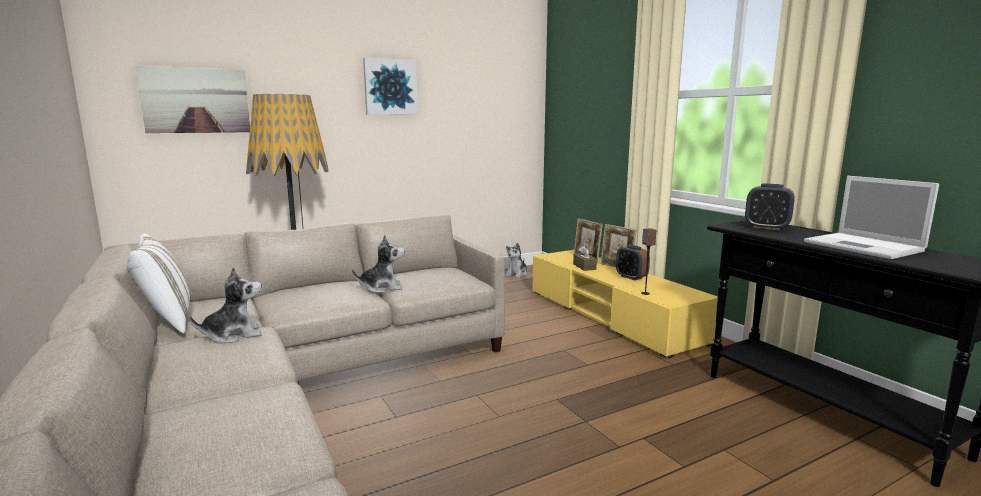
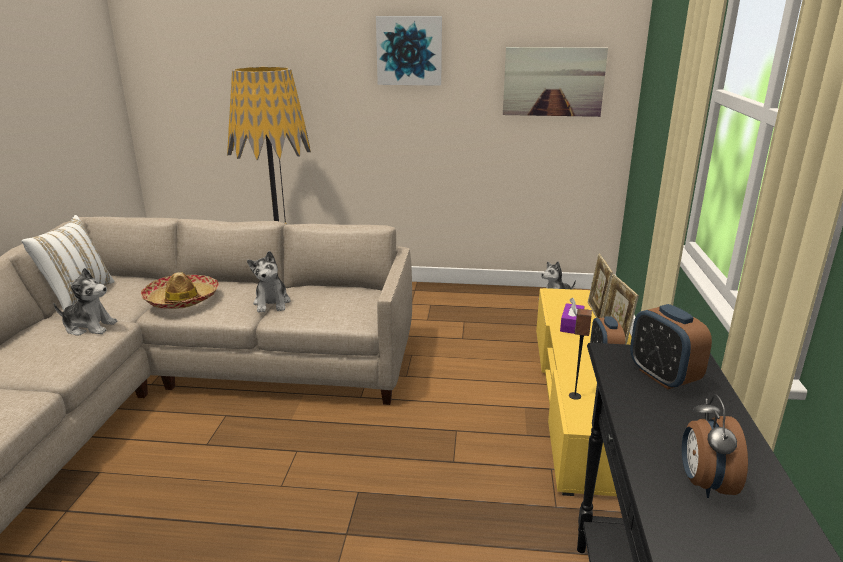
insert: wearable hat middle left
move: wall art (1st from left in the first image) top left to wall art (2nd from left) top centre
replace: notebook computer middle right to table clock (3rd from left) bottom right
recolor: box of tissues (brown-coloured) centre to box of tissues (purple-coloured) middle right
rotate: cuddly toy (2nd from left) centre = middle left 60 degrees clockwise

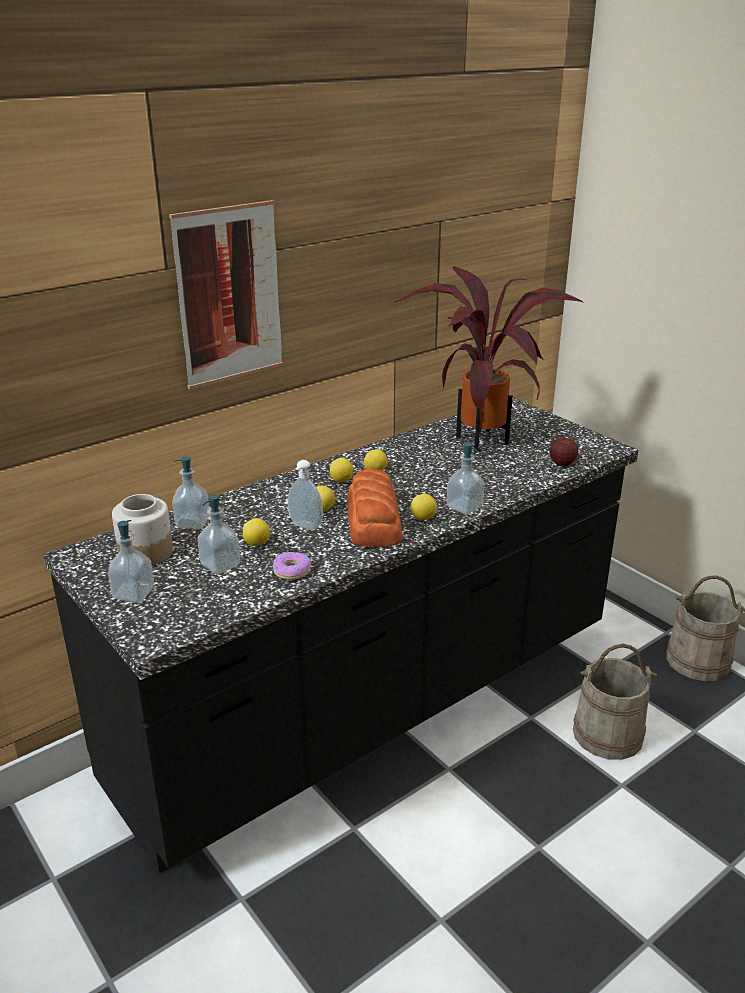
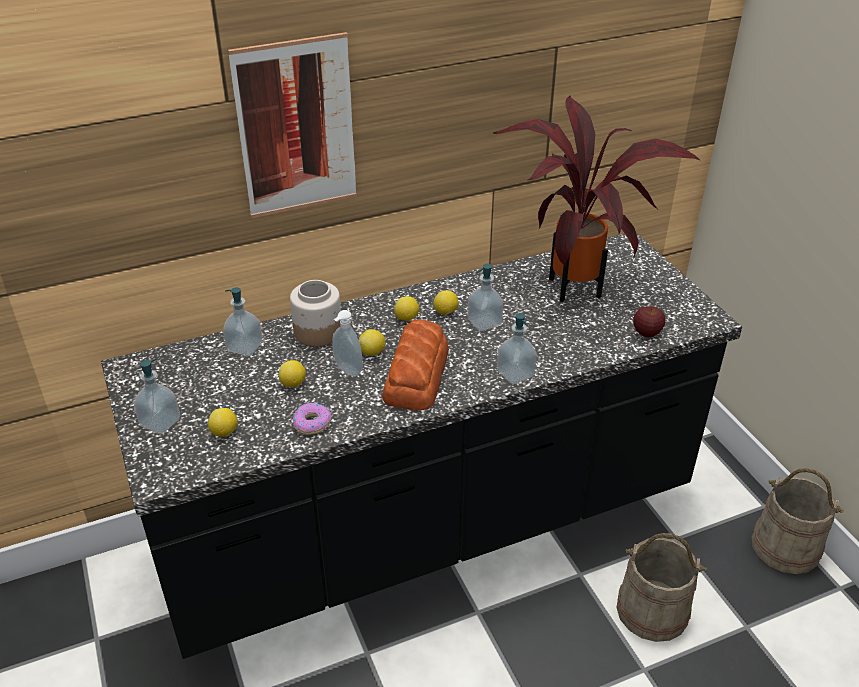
move: citrus fruit (5th from left in the first image) centre to citrus fruit (1st from left) middle left; jar middle left to centre; soap dispenser (3rd from left in the first image) middle left to soap dispenser (4th from left) centre

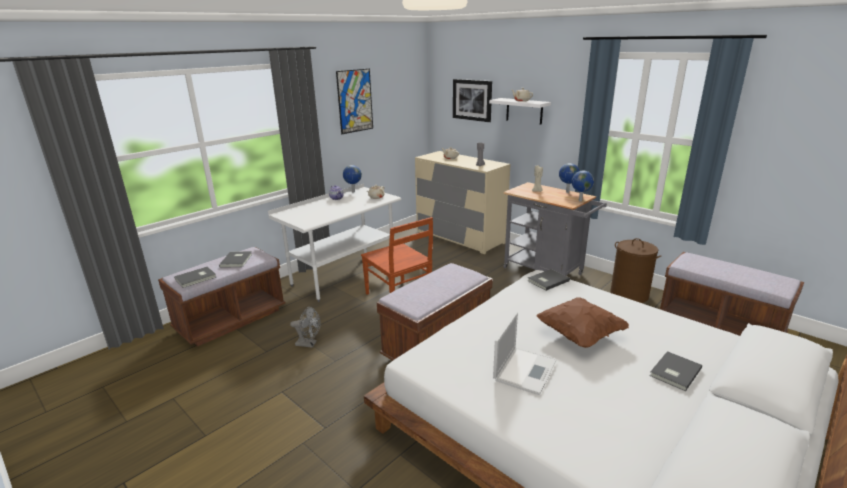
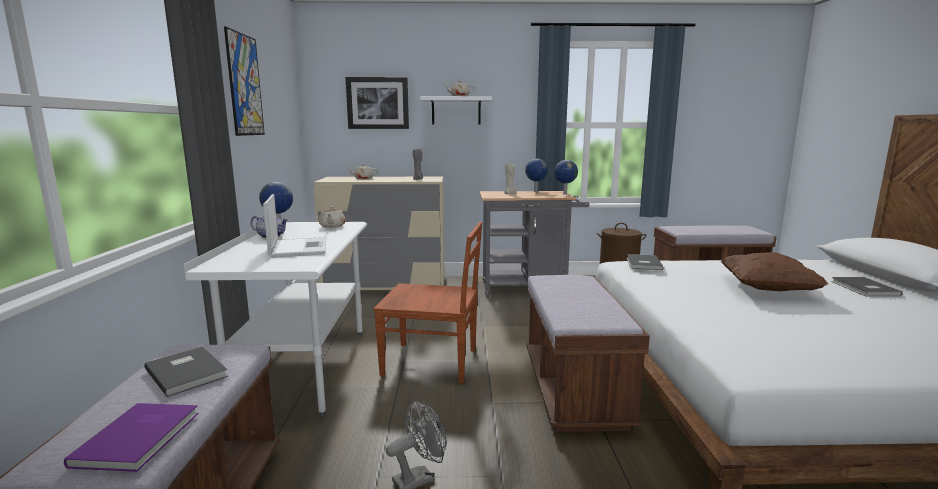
move: notebook computer bottom centre to middle left
recolor: book (gray) (1st from left) middle left to book (purple-coloured) bottom left

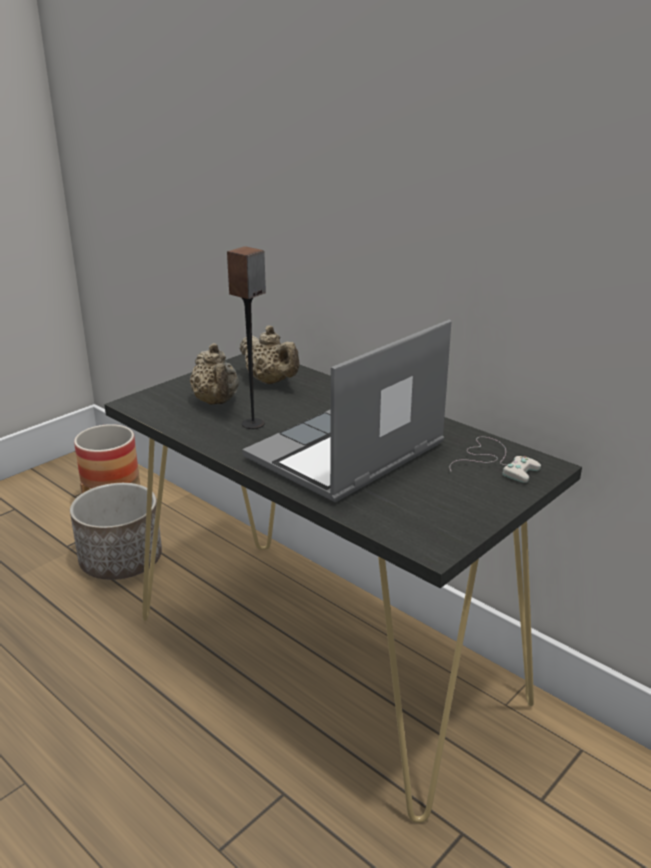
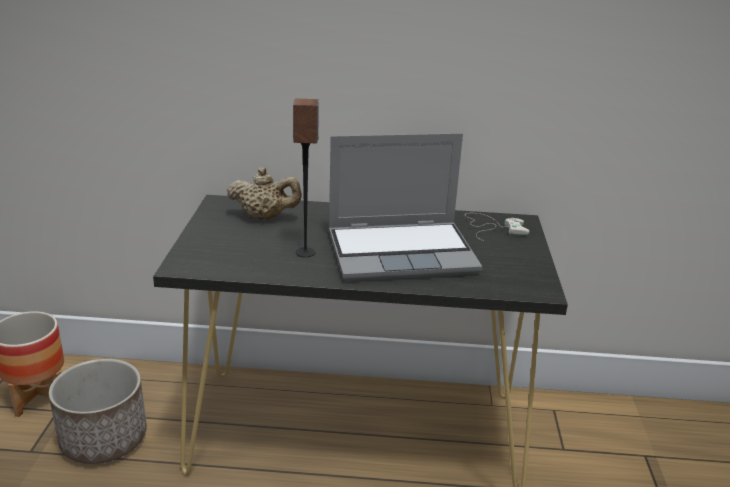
delete: tea pot (beige) (1st from left) middle left
rotate: notebook computer centre = centre 105 degrees counterclockwise

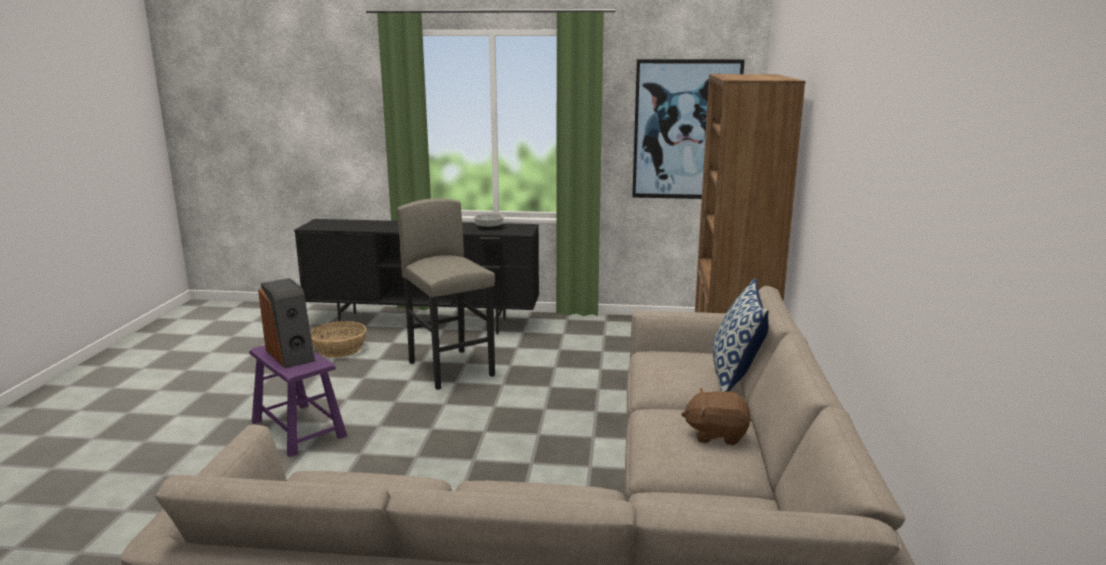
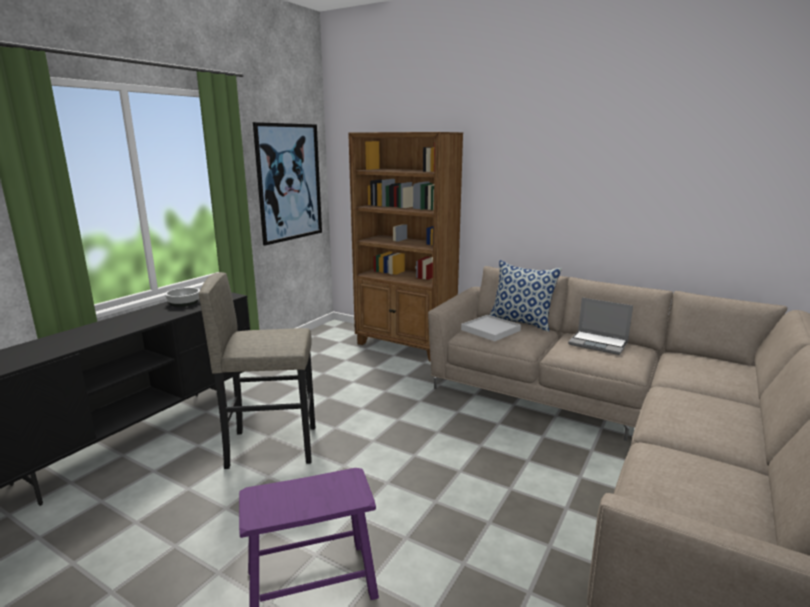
delete: loudspeaker middle left; basket middle left
insert: tray (white) centre
replace: cuddly toy (brown-coloured) bottom centre to notebook computer middle right

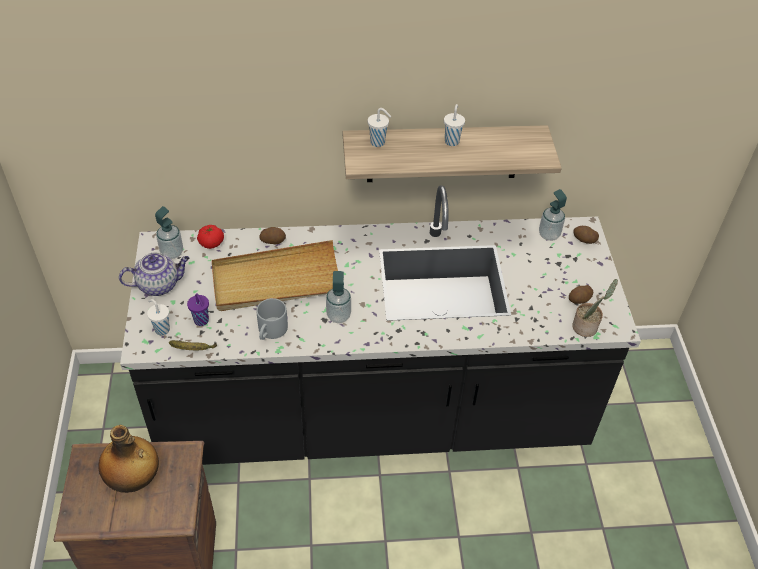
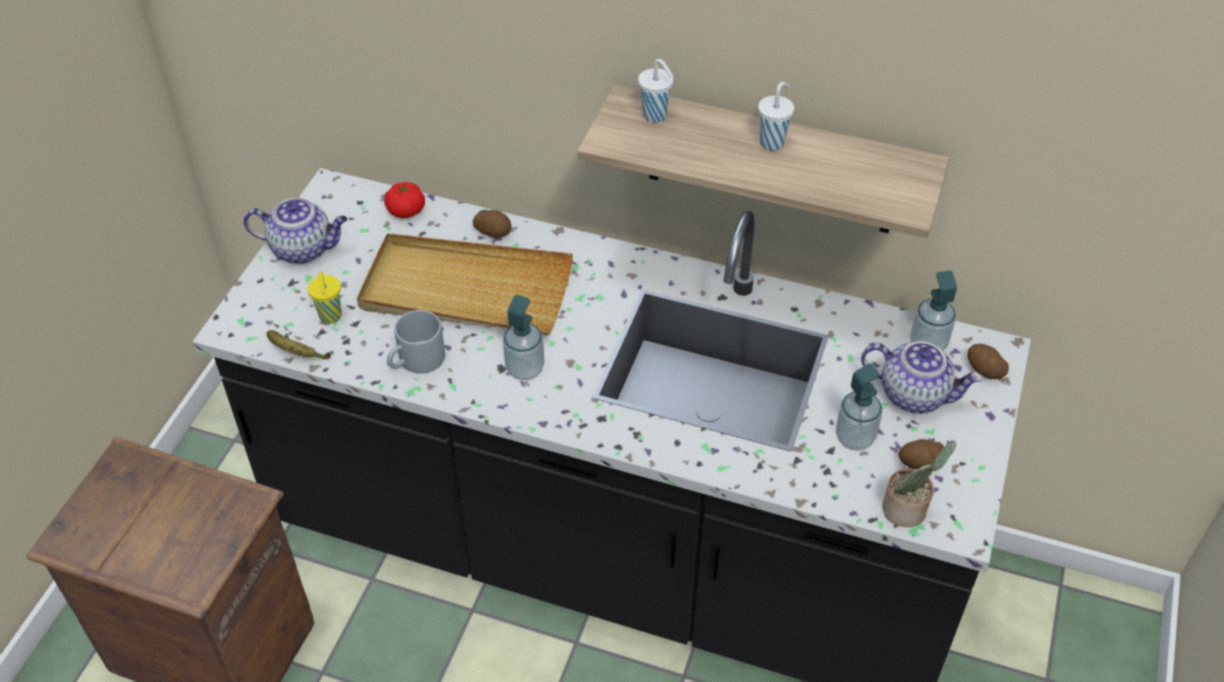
delete: drink bottle bottom left; drinking cup (white) (1st from left) middle left
insert: tea pot (2nd from left) middle right
move: soap dispenser (1st from left in the first image) middle left to soap dispenser (2nd from left) middle right
recolor: drinking cup (purple-coloured) middle left to drinking cup (yellow) middle left

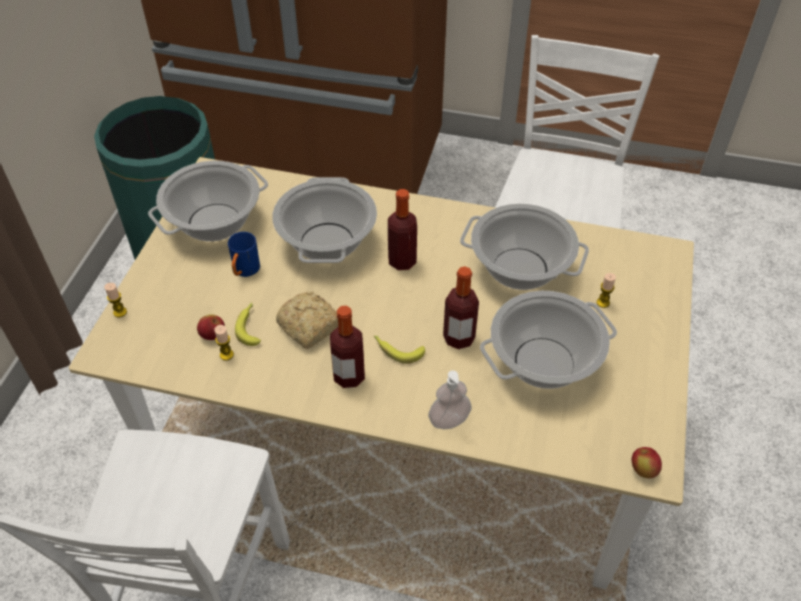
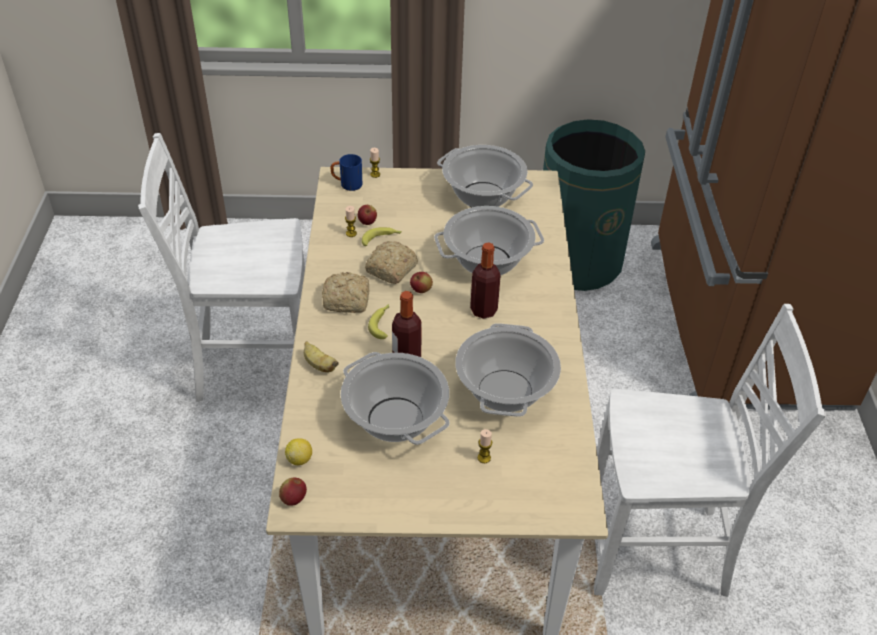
insert: citrus fruit bottom centre; apple (3rd from left) centre
move: mug (bluish) middle left to top centre
replace: soap dispenser centre to banana fruit (1st from left) centre; drink bottle (1st from left) centre to bakery bread (1st from left) centre

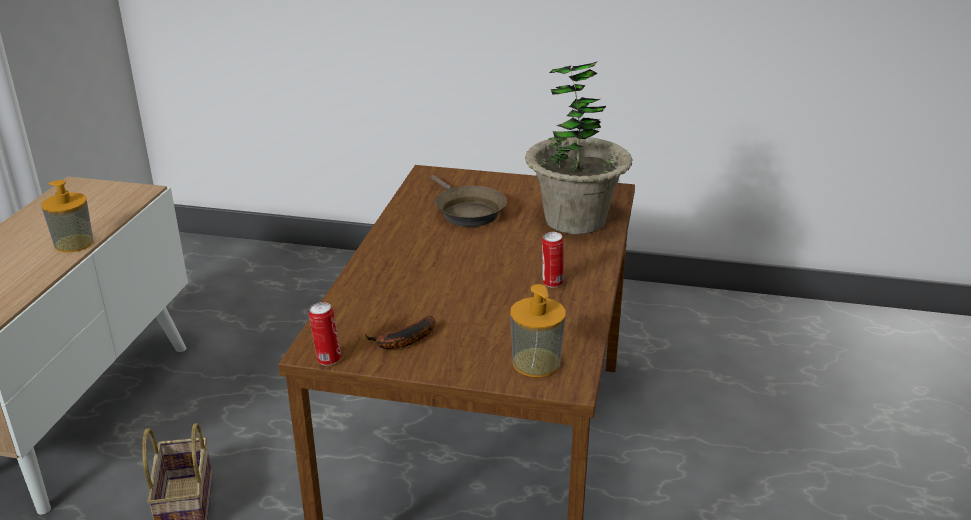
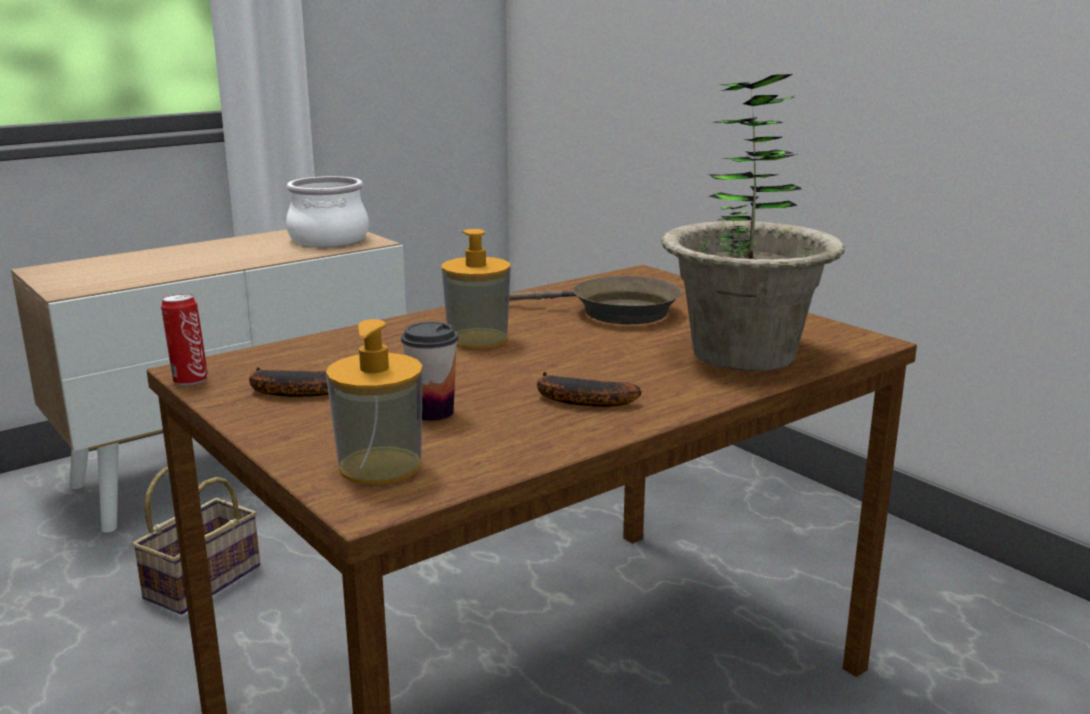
insert: saucepot top left; drinking cup centre
move: soap dispenser (1st from left in the first image) middle left to soap dispenser (2nd from left) centre
replace: metal can (2nd from left) centre to banana fruit (2nd from left) centre
rotate: pan (brown-coloured) centre = centre 90 degrees counterclockwise

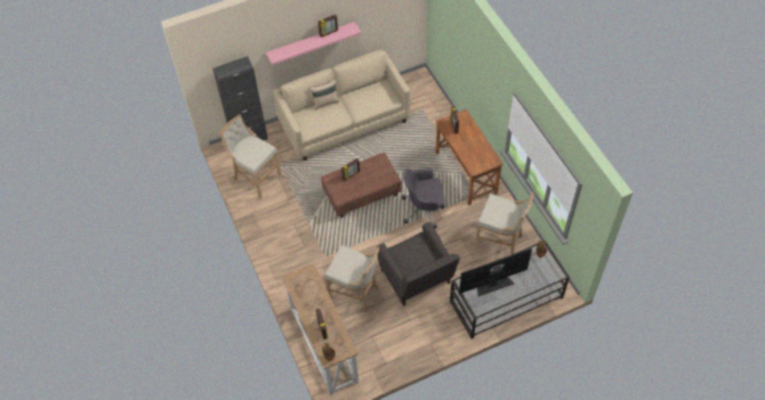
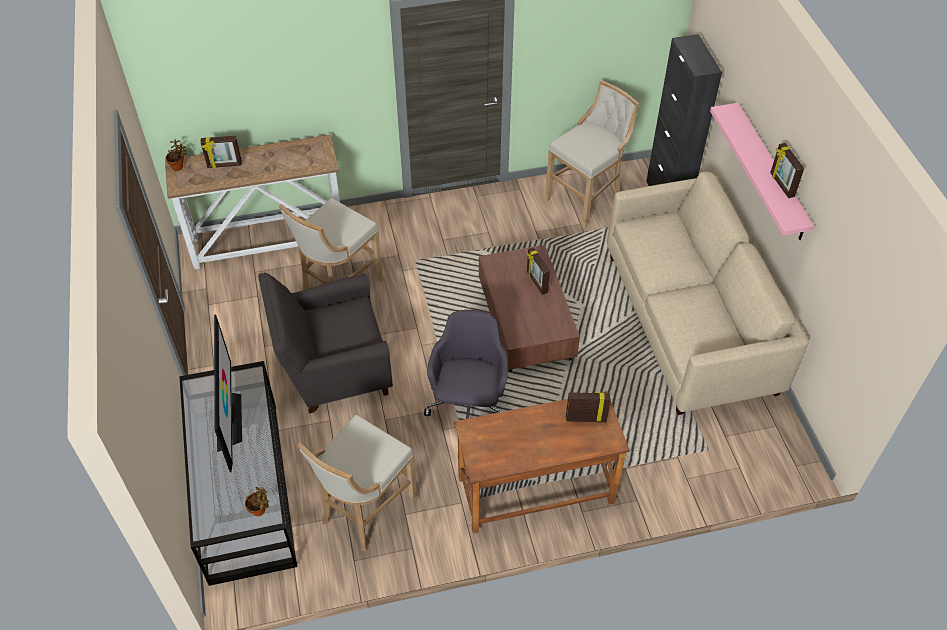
delete: pillow (beige) top centre

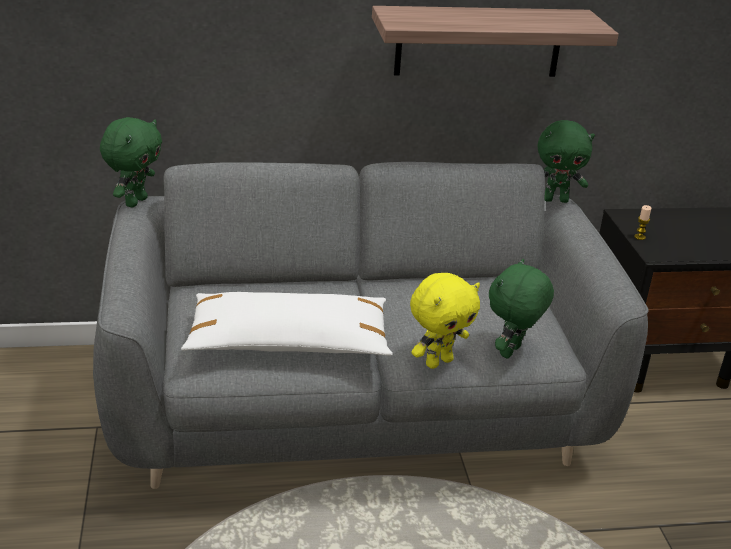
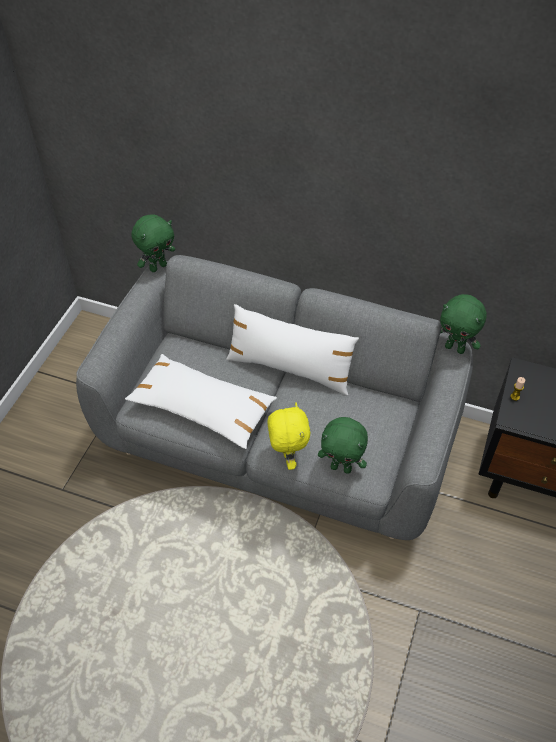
delete: shelf top right
insert: pillow (white) (2nd from left) centre
rotate: cuddly toy (yellow) centre = centre 90 degrees counterclockwise; cuddly toy (greenish) (2nd from left) middle right = centre 135 degrees counterclockwise

